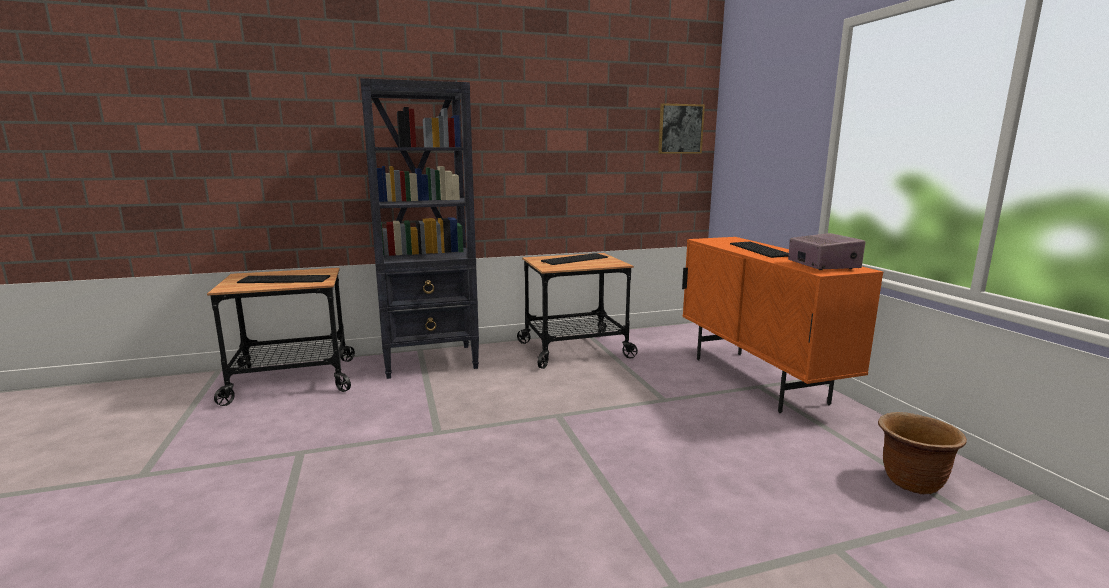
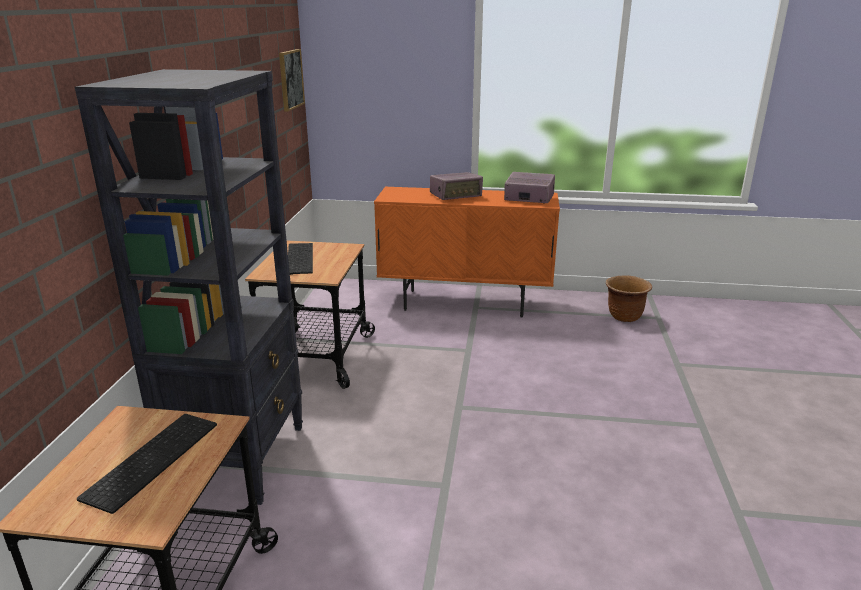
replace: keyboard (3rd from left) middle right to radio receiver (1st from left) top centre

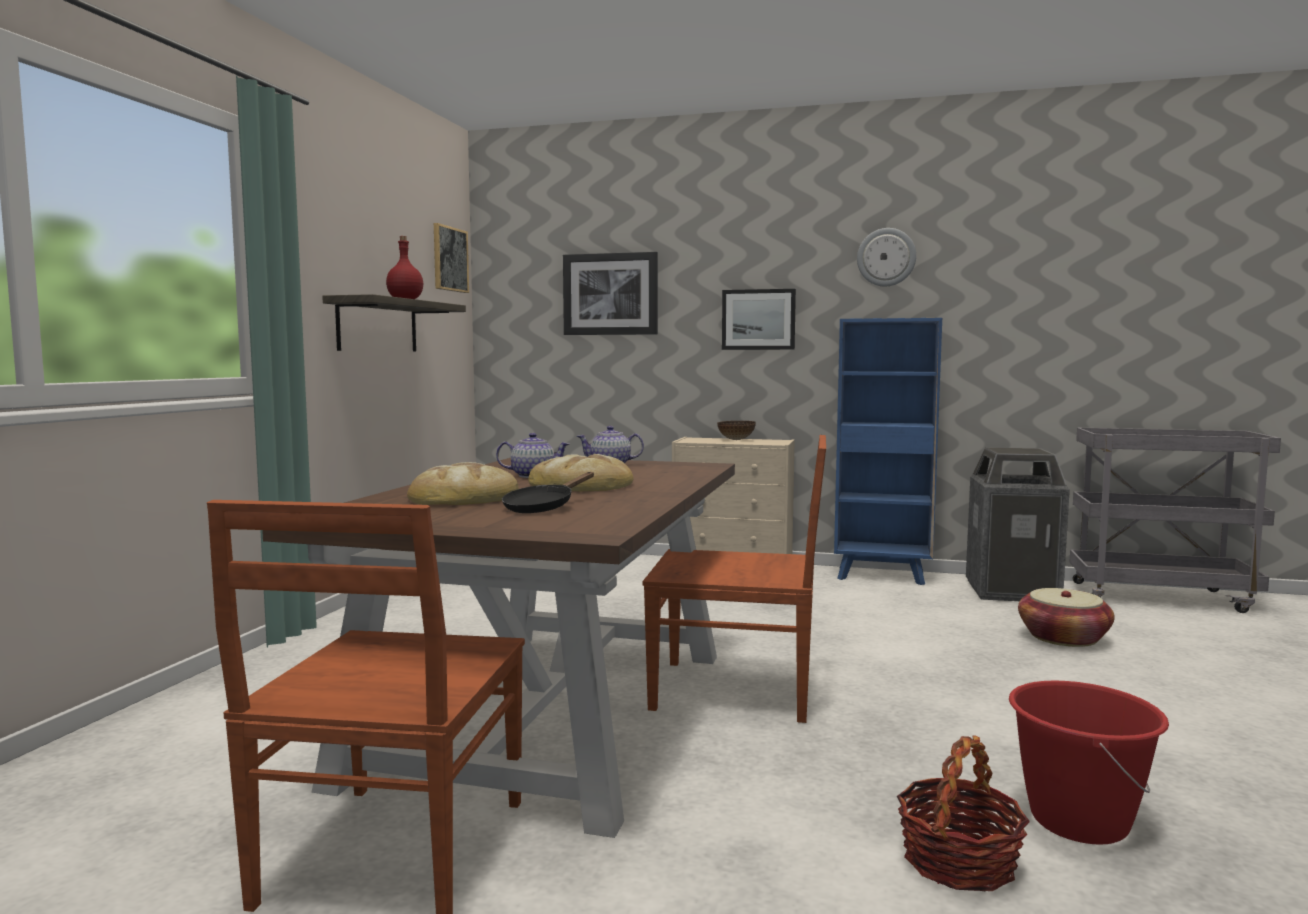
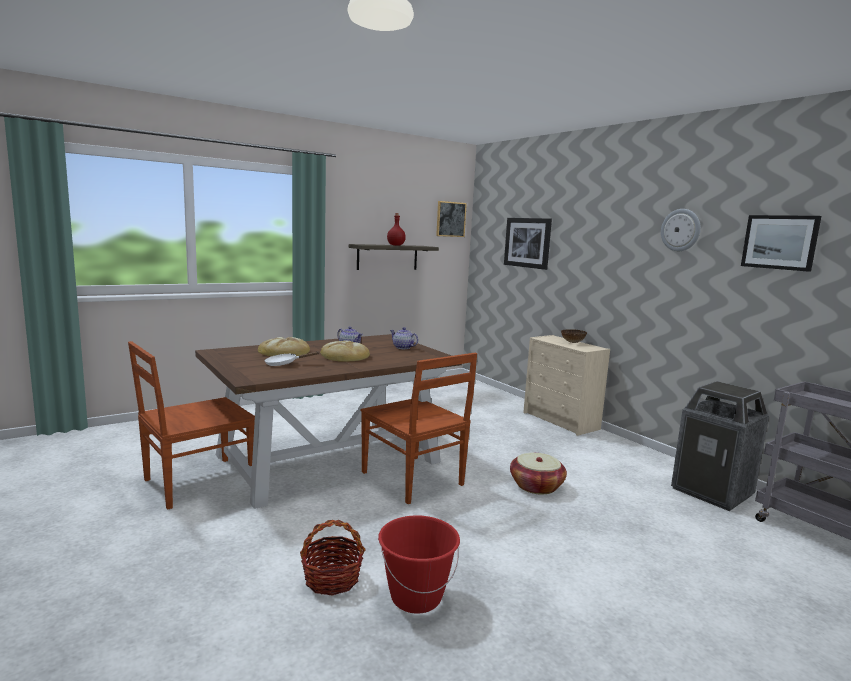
delete: bookshelf (bluish) middle right
move: basket (2nd from left) bottom right to bottom centre; wall art (3rd from left) centre to middle right
recolor: pan (blackish) centre to pan (white) centre

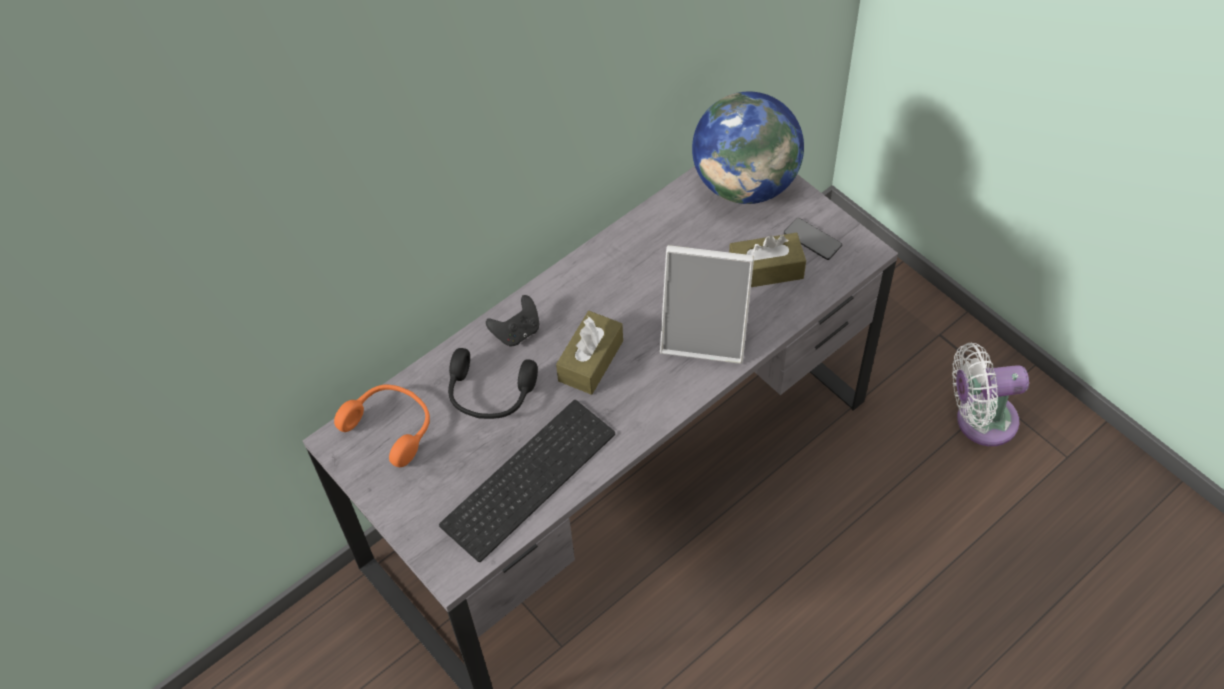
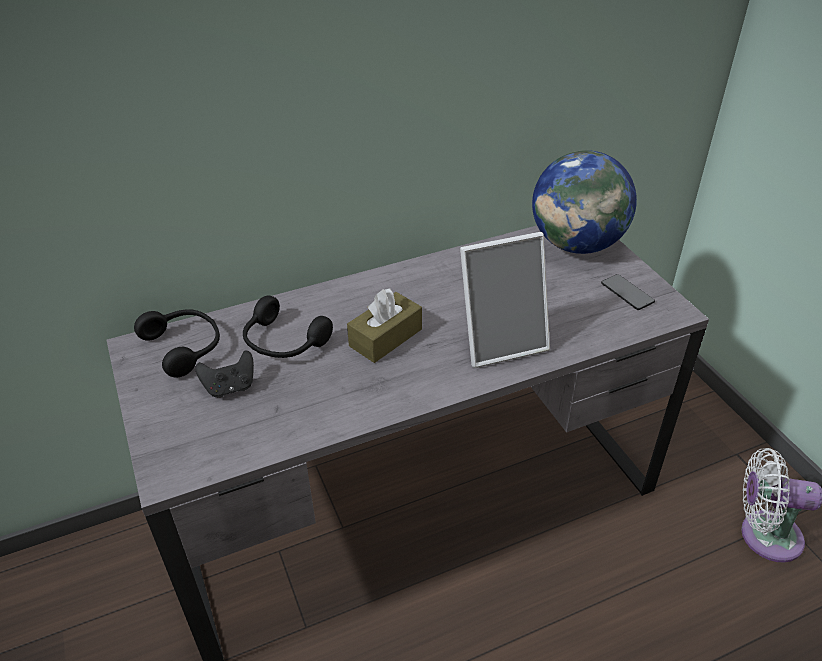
delete: keyboard bottom centre; box of tissues (brown-coloured) (2nd from left) centre
move: gamepad (blackish) centre to middle left
recolor: headphones (orange) middle left to headphones (blackish) (1st from left) middle left
rotate: photo frame centre = centre 45 degrees counterclockwise

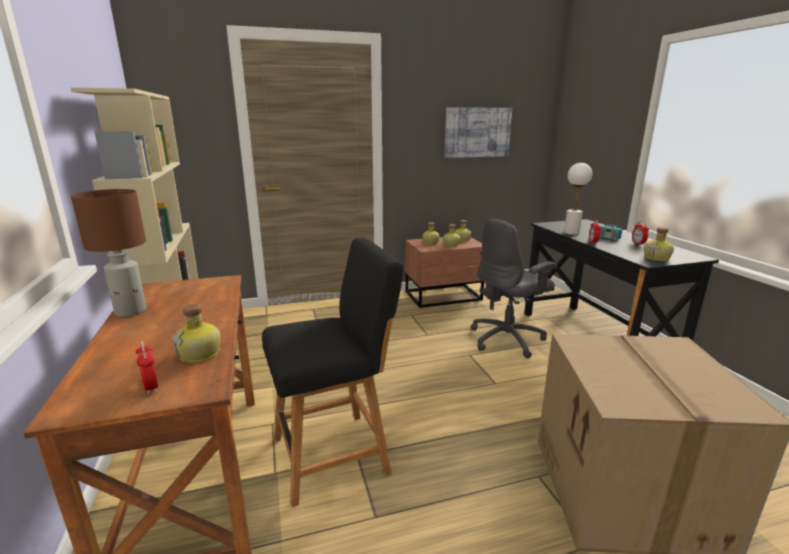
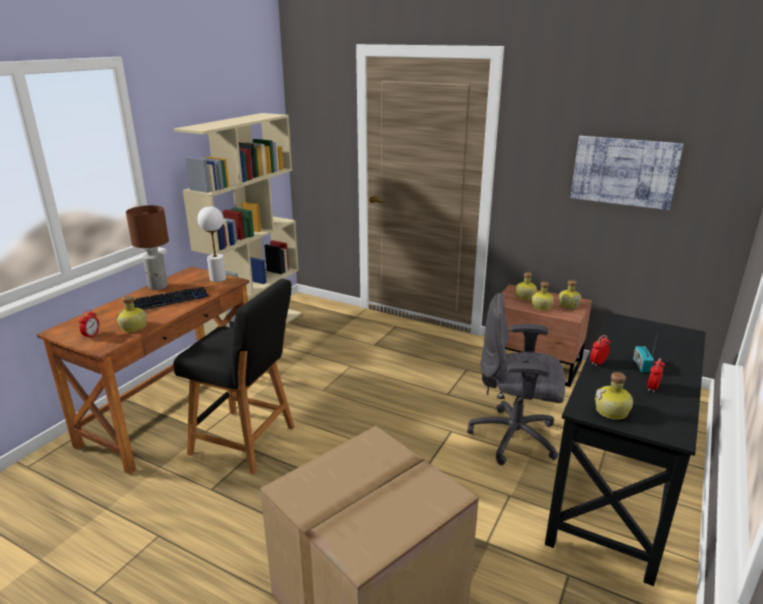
insert: keyboard middle left
move: table lamp (white) middle right to middle left

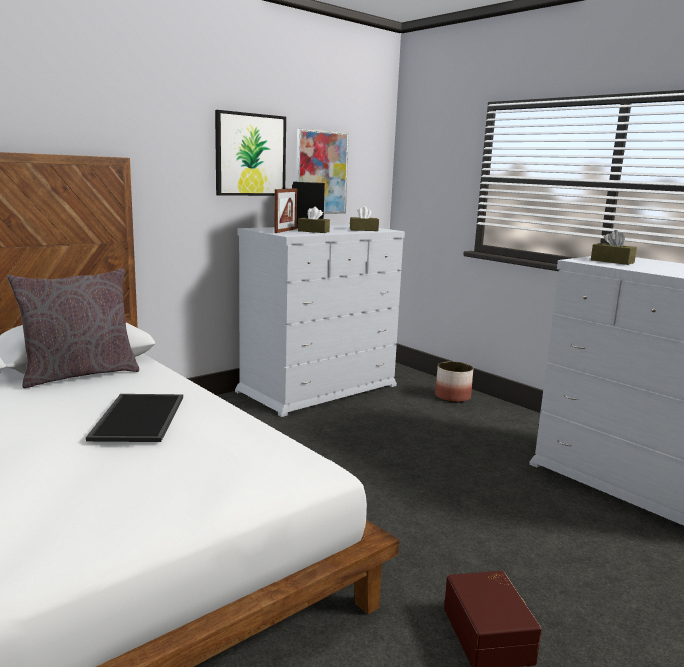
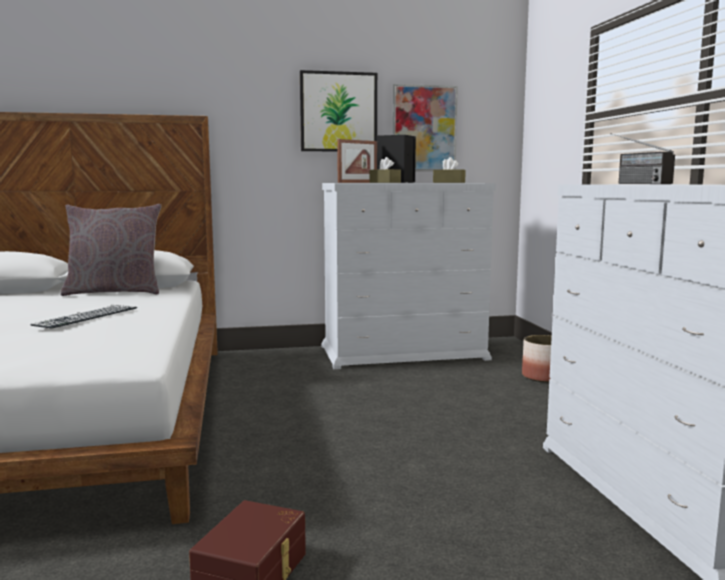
replace: tray middle left to keyboard middle left; box of tissues (brown-coloured) (3rd from left) middle right to radio receiver top right

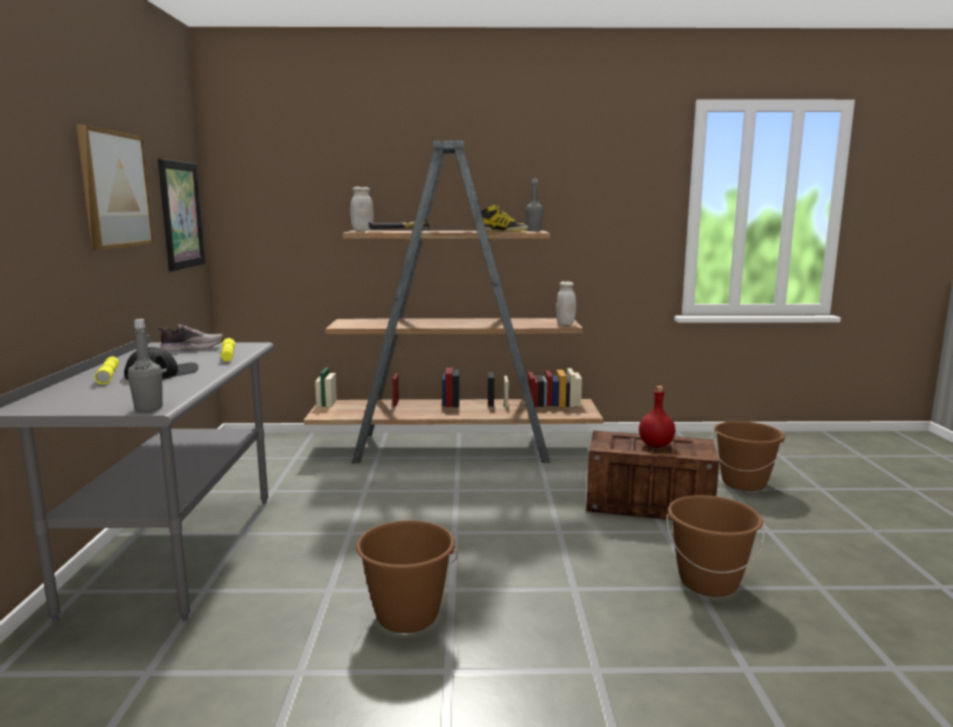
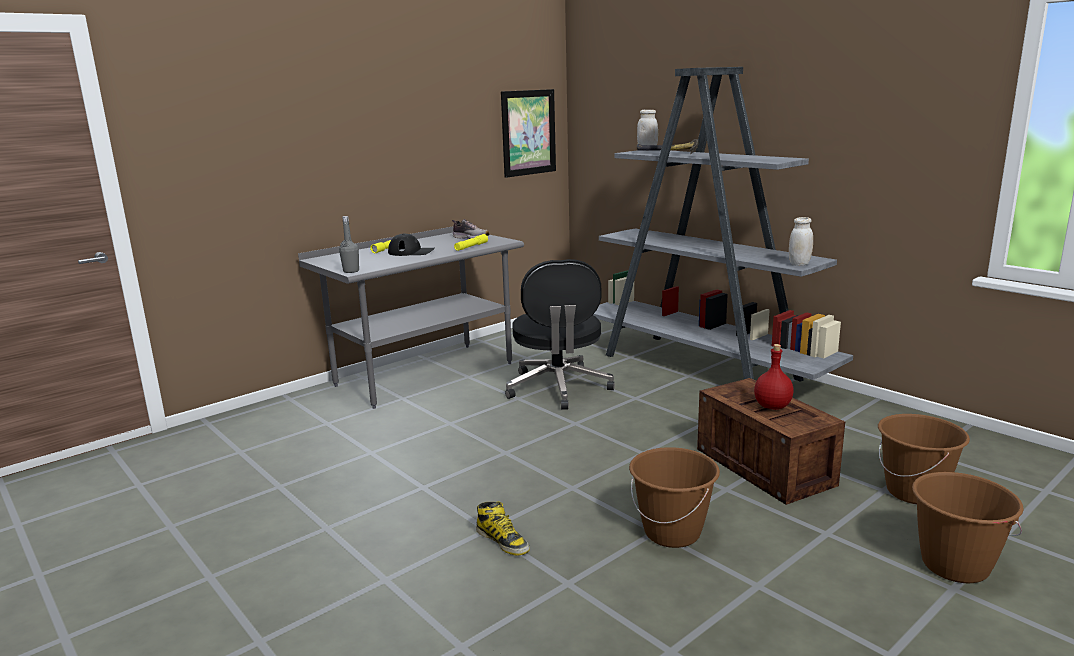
delete: wall art (1st from left) top left; drink bottle (gray) (2nd from left) top centre
insert: computer chair (blackish) centre
move: high-top boot top centre to bottom centre; water bucket (brown-coloured) (1st from left in the first image) bottom centre to water bucket (brown-coloured) (3rd from left) bottom right
recolor: bookshelf (brown-coloured) centre to bookshelf (gray) middle right

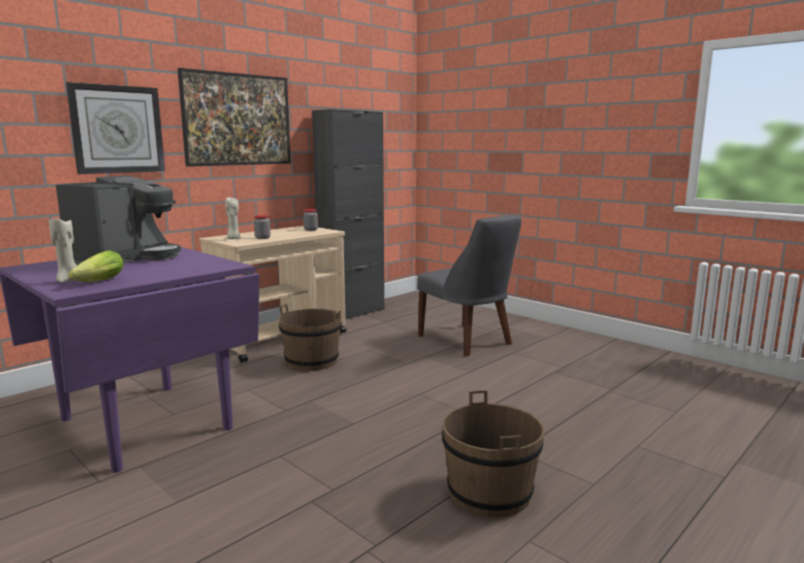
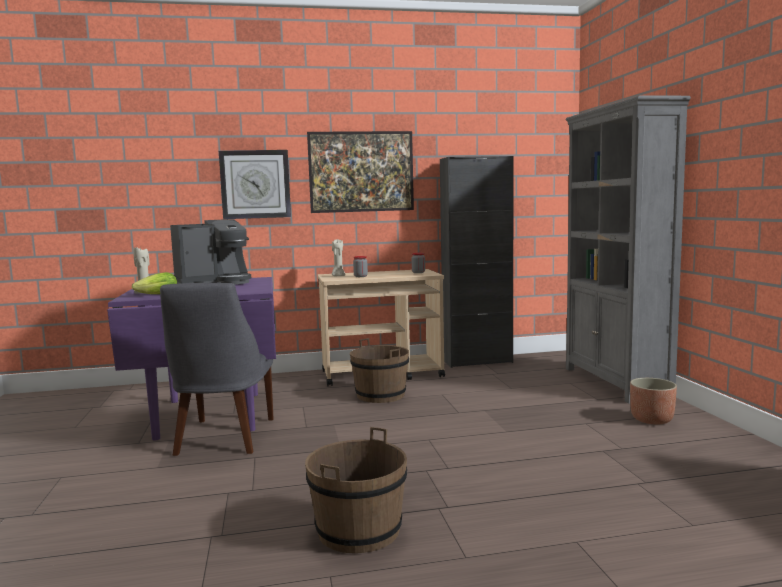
insert: bookshelf (gray) middle right; flower pot bottom right
move: chair (gray) centre to middle left

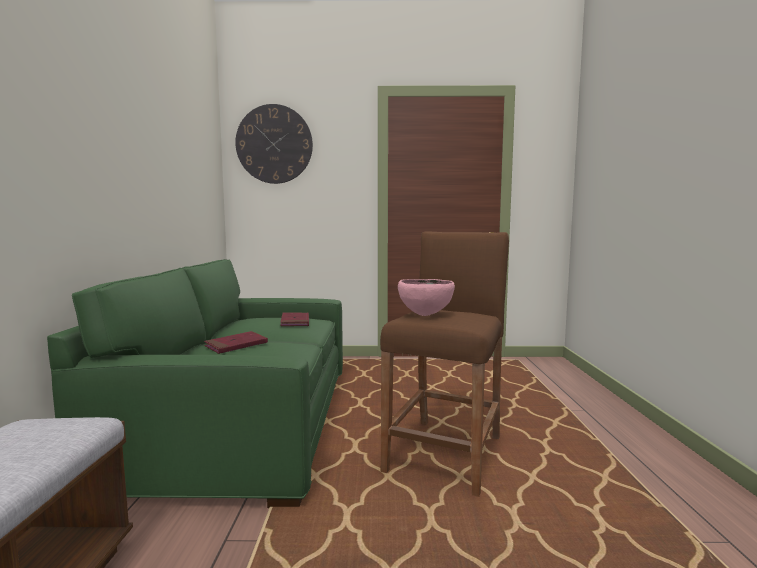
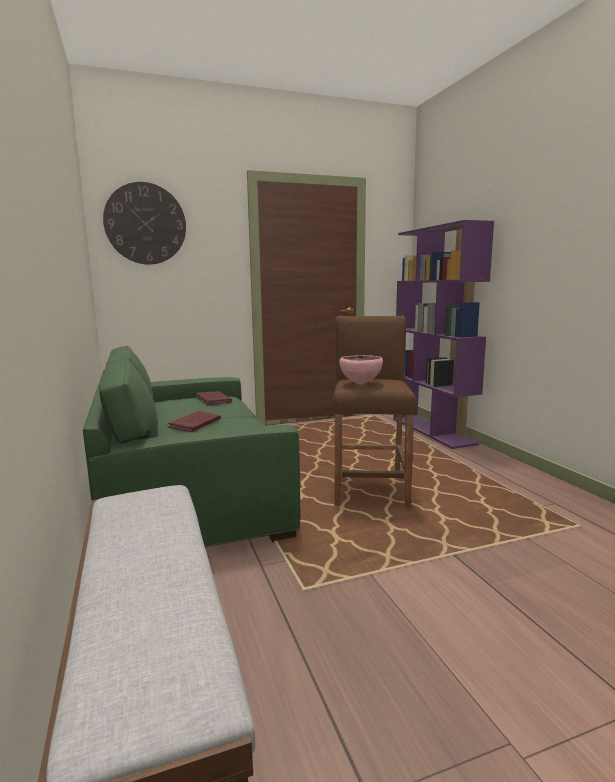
insert: bookshelf (purple-coloured) middle right

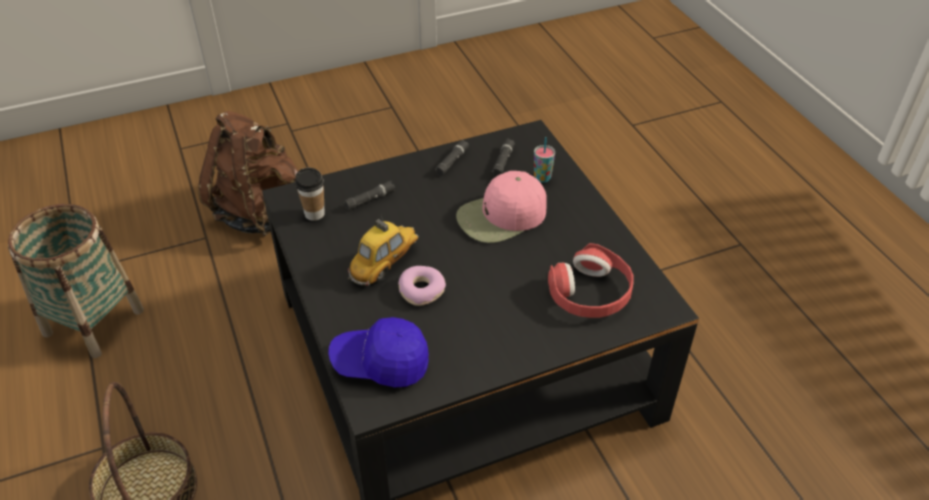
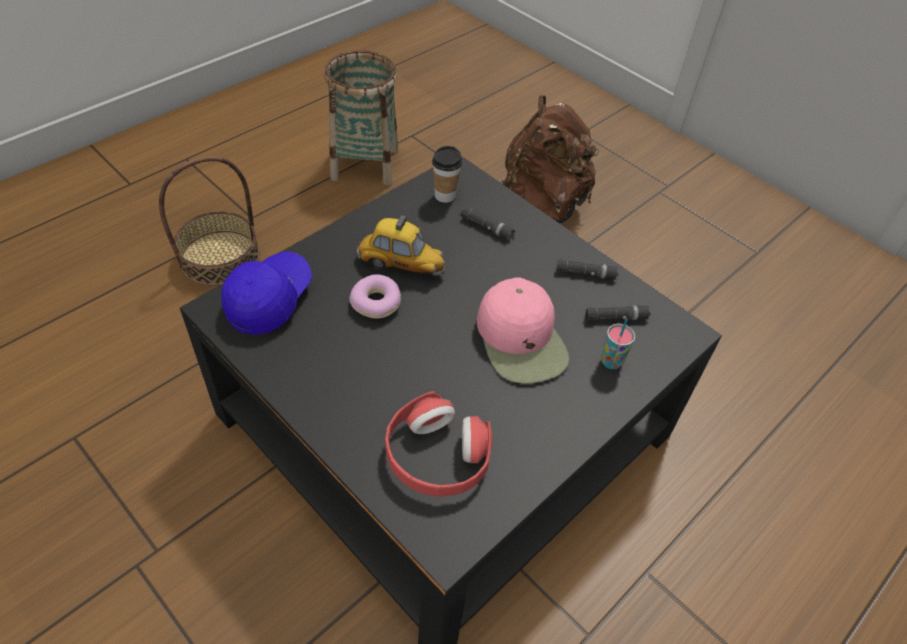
rotate: baseball cap (bluish) bottom centre = middle left 45 degrees clockwise; baseball cap (pinkish) centre = centre 150 degrees counterclockwise

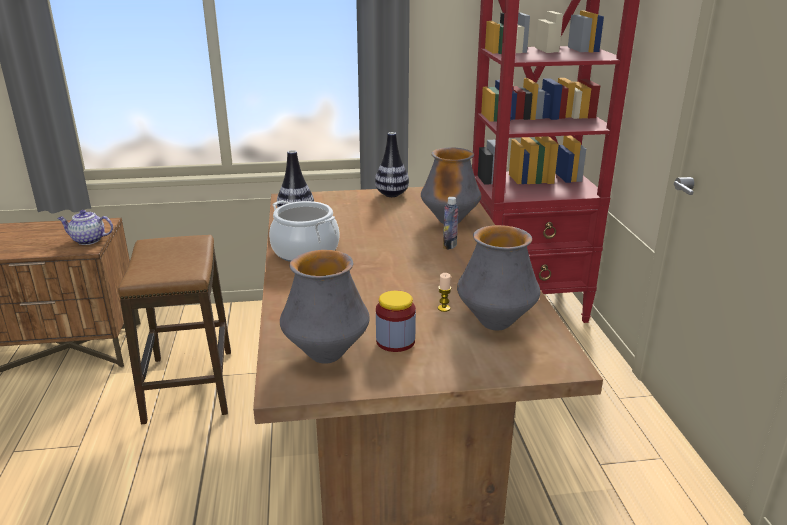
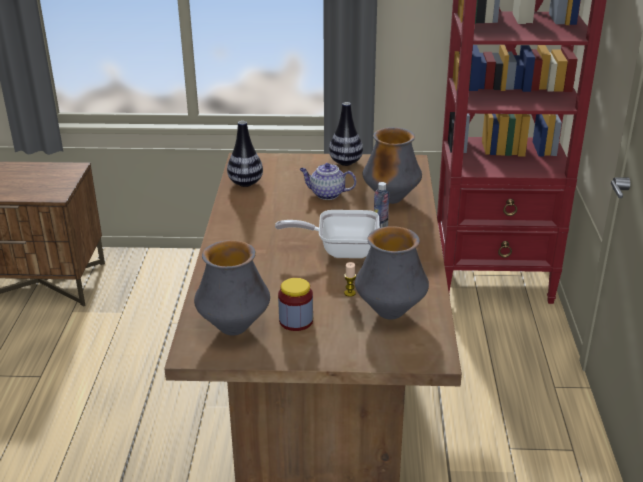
delete: stool middle left; saucepot centre
insert: pan centre
move: tea pot middle left to centre

